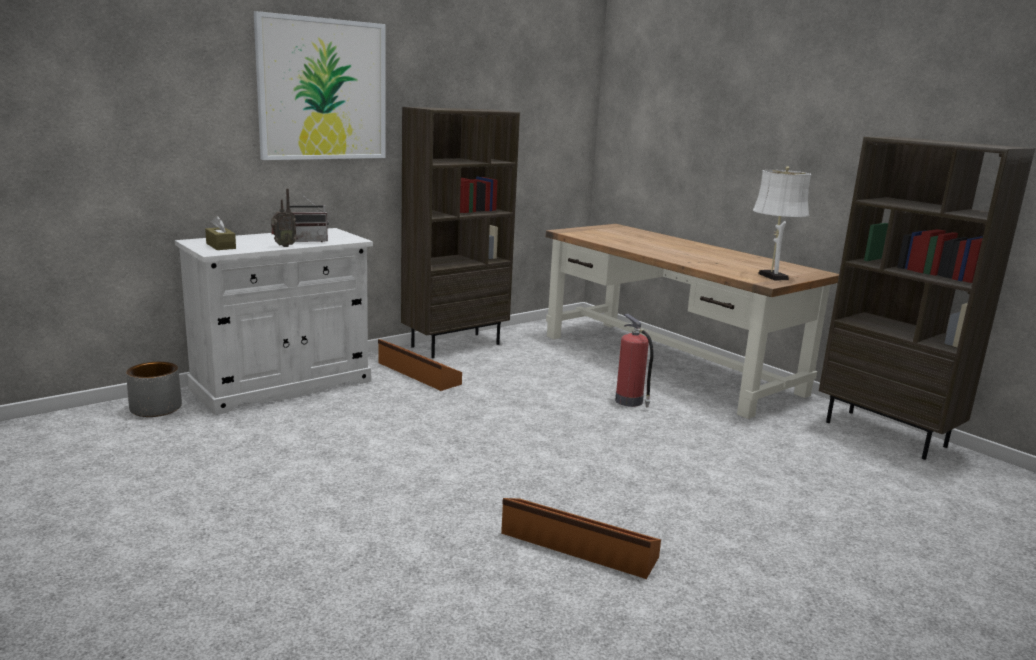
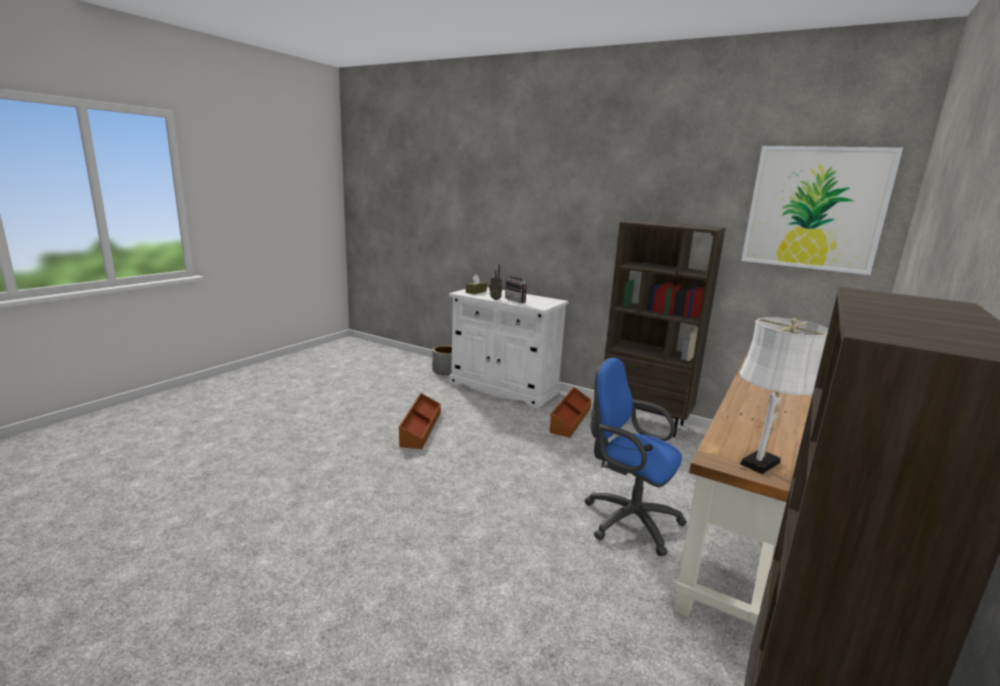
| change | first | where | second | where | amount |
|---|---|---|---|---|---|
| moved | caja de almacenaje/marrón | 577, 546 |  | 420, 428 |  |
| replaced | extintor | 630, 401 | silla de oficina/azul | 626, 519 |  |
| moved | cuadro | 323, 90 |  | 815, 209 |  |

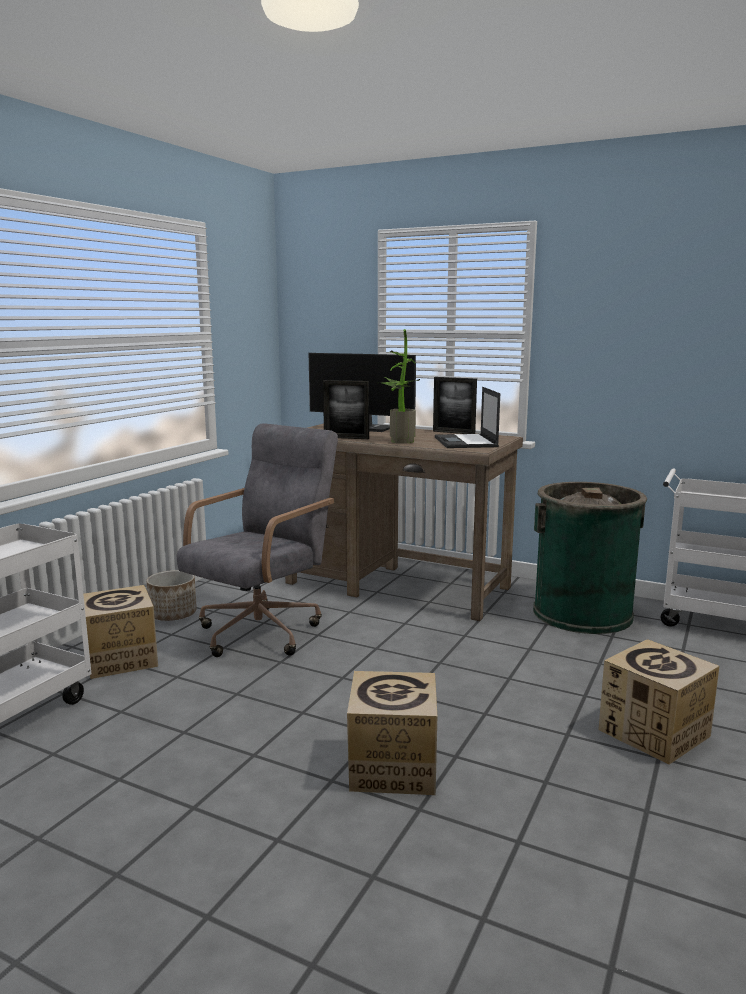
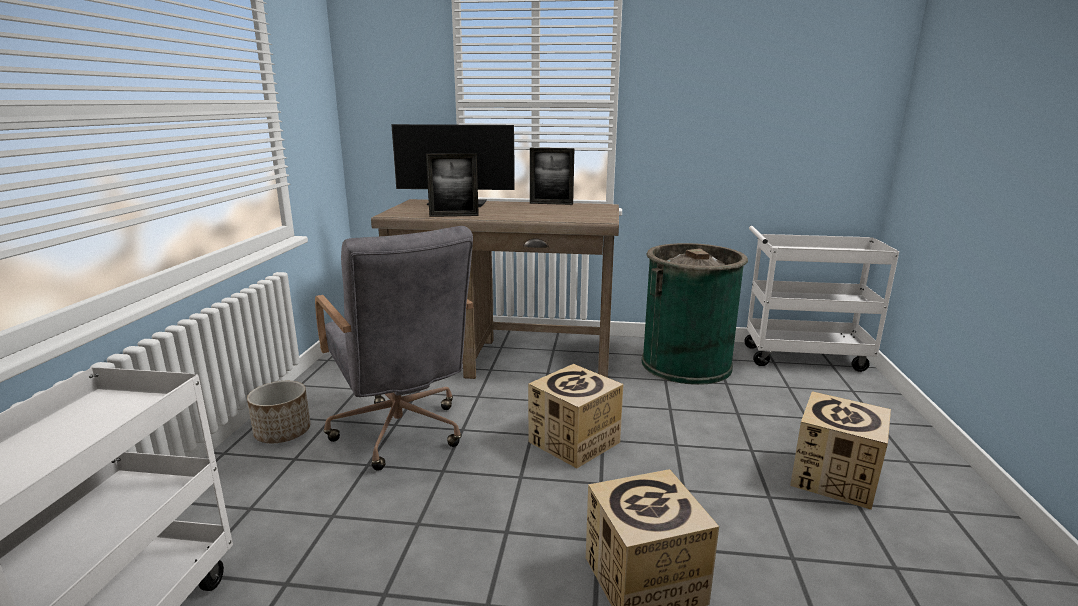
| change | first | where | second | where | amount |
|---|---|---|---|---|---|
| turned | silla de oficina/gris | 264, 632 |  | 402, 436 | 135 degrees clockwise |
| moved | caja de cartón | 120, 659 |  | 574, 442 |  |
| removed | planta en maceta | 398, 441 |  |  |  |
| removed | portátil | 466, 442 |  |  |  |

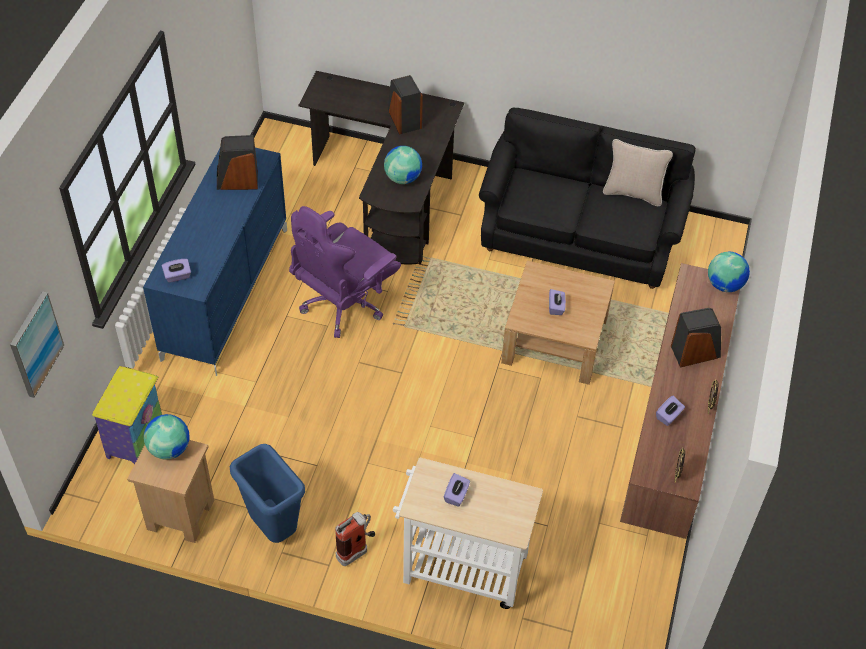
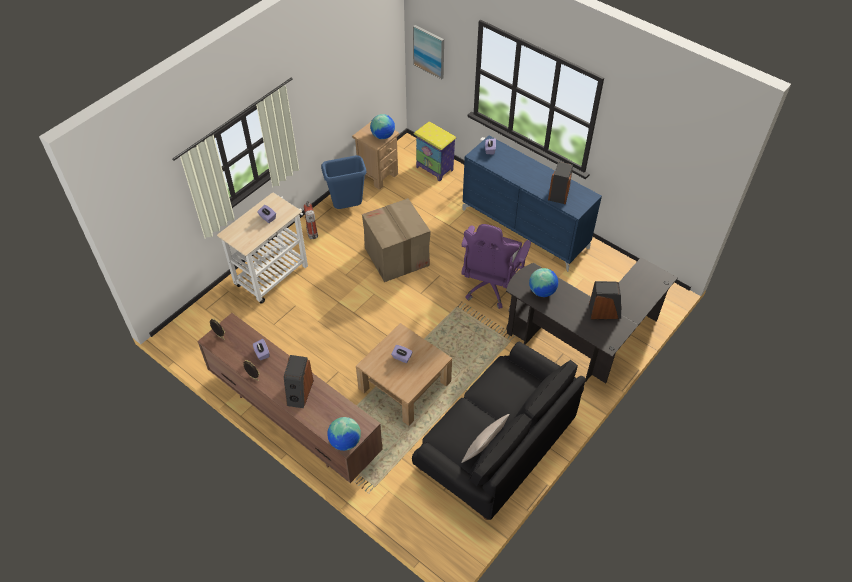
| change | first | where | second | where | amount |
|---|---|---|---|---|---|
| added |  |  | caja de cartón | 397, 257 |  |
| turned | silla de oficina/morado | 346, 302 |  | 491, 283 | 135 degrees counterclockwise |

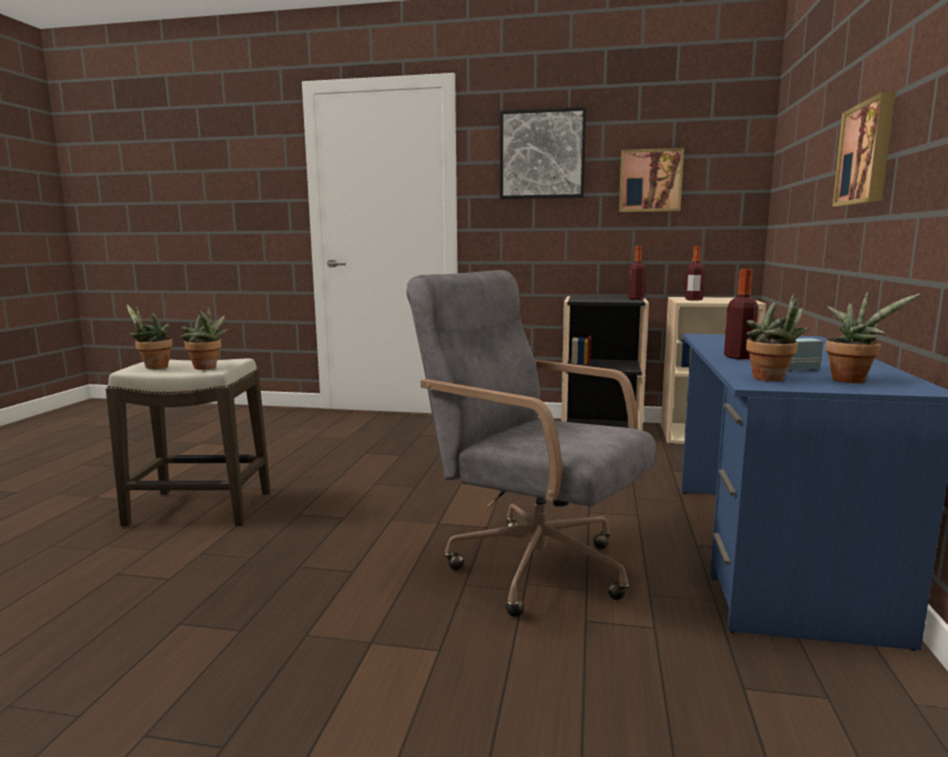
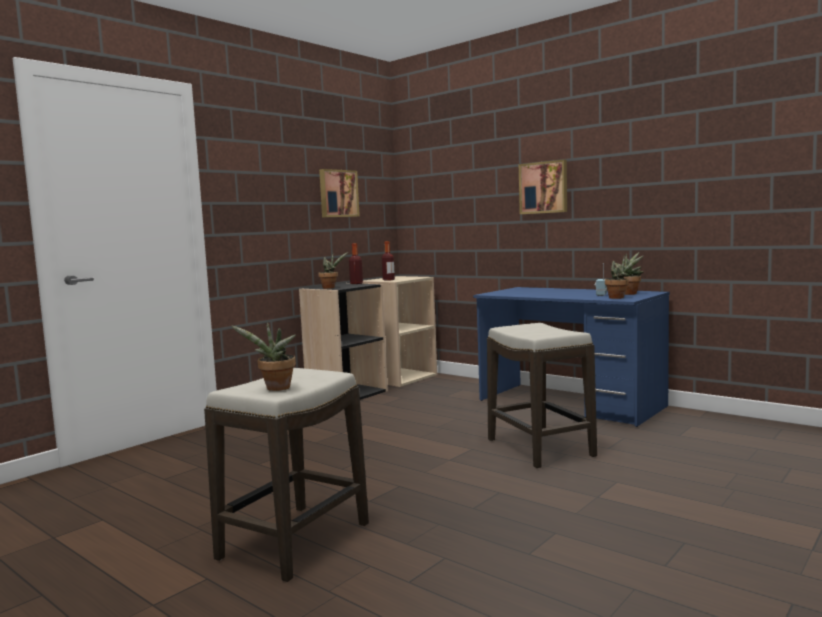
| change | first | where | second | where | amount |
|---|---|---|---|---|---|
| moved | planta en maceta | 207, 368 |  | 330, 288 |  |
| replaced | silla de oficina/gris | 530, 567 | taburete | 539, 448 |  |
| removed | cuadro | 542, 154 |  |  |  |
| removed | botella | 738, 357 |  |  |  |

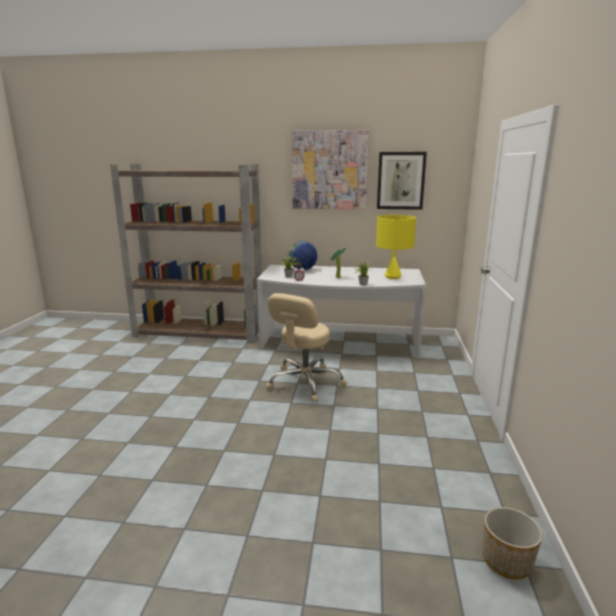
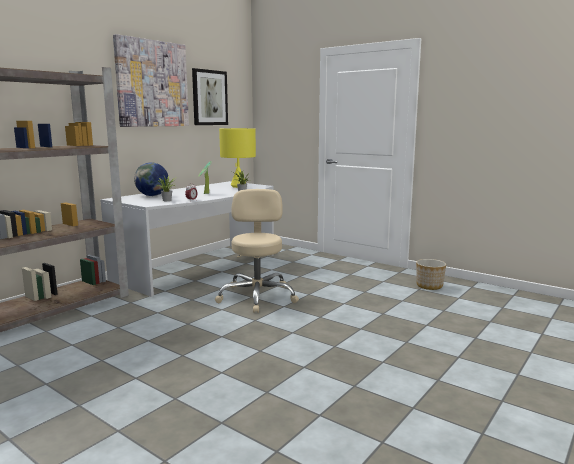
| change | first | where | second | where | amount |
|---|---|---|---|---|---|
| turned | silla de oficina/beis | 303, 384 |  | 257, 295 | 150 degrees counterclockwise |
| moved | maceta | 506, 562 |  | 429, 286 |  |

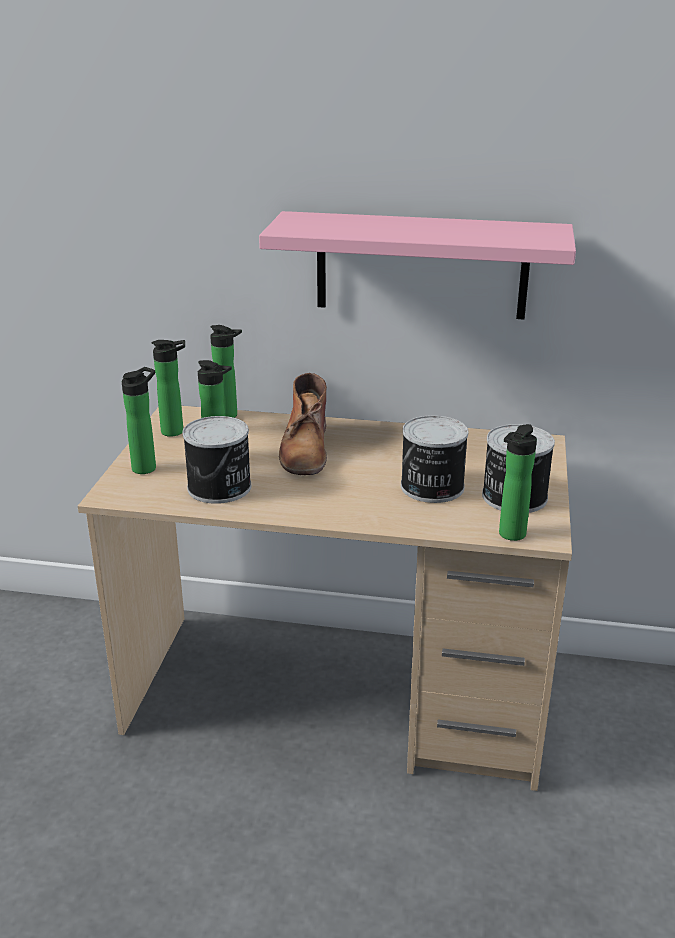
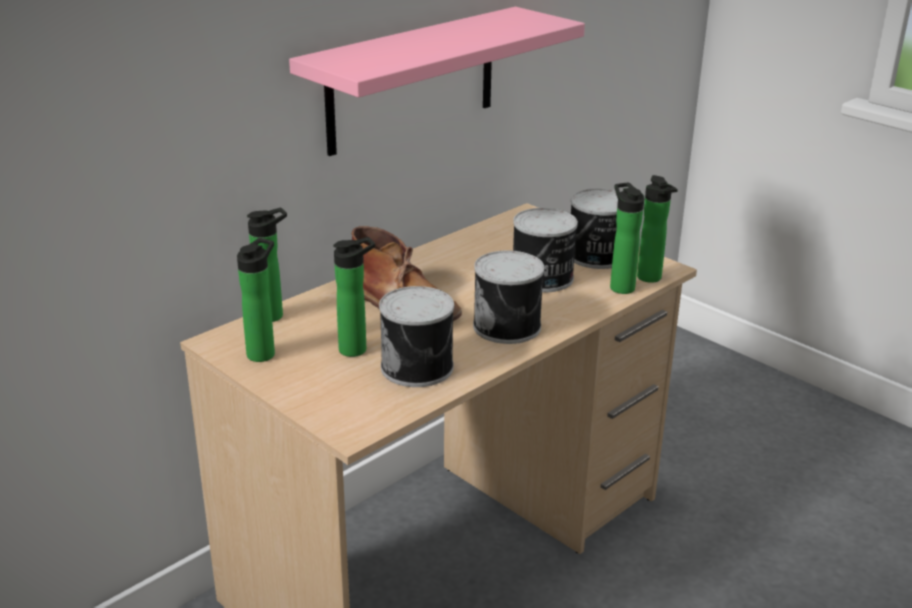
| change | first | where | second | where | amount |
|---|---|---|---|---|---|
| added |  |  | lata | 509, 326 |  |
| moved | botella | 147, 467 |  | 620, 286 |  |

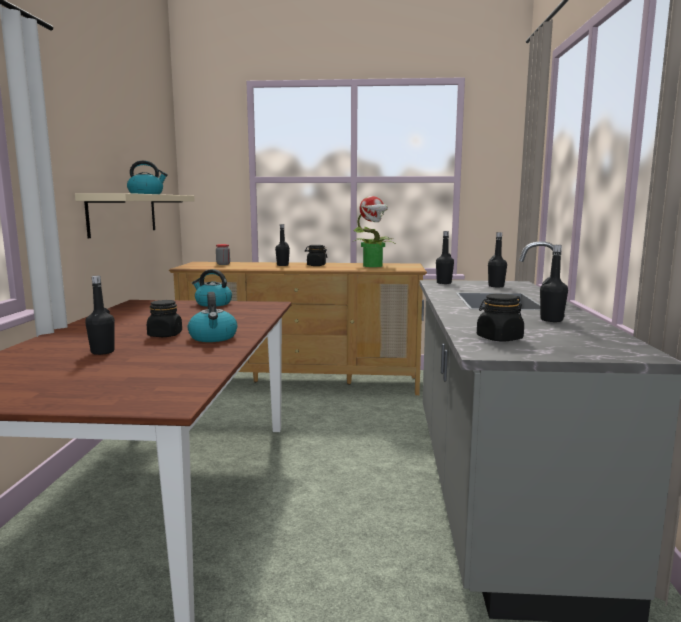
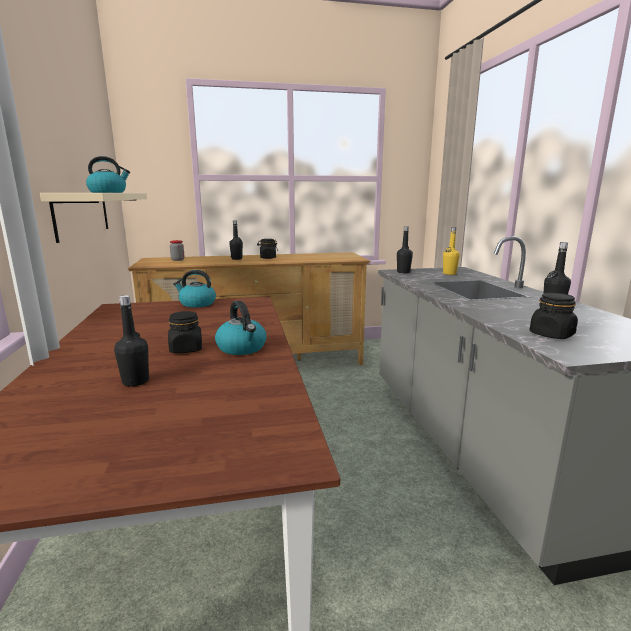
| change | first | where | second | where | amount |
|---|---|---|---|---|---|
| recoloured | botella/negro | 496, 286 | botella/amarillo | 449, 273 |  |
| removed | planta en maceta | 373, 266 |  |  |  |

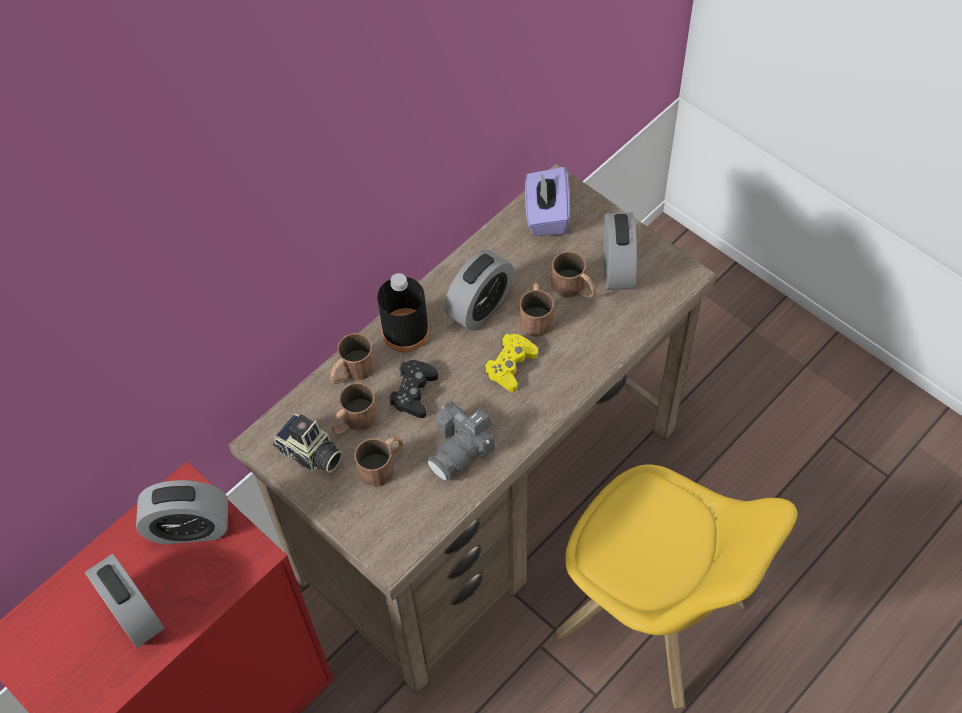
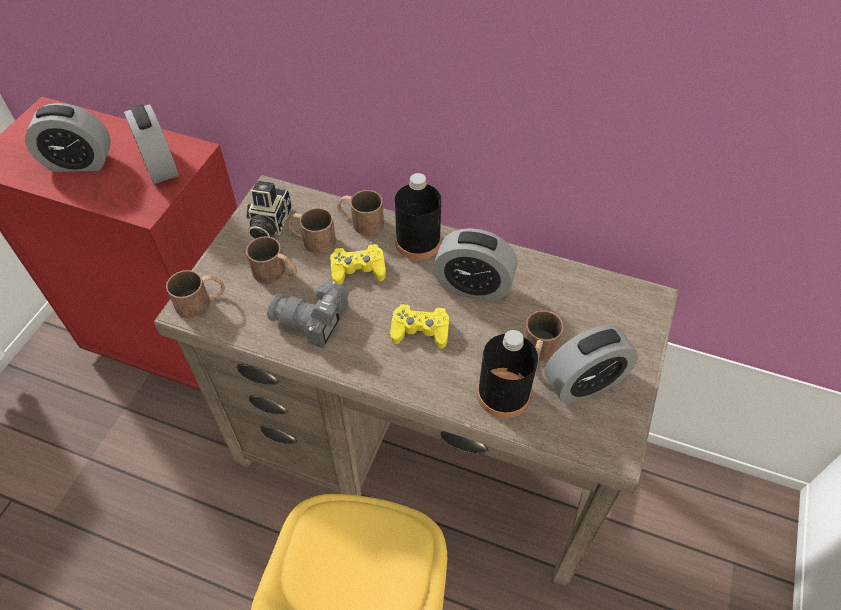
| change | first | where | second | where | amount |
|---|---|---|---|---|---|
| turned | despertador | 133, 613 |  | 79, 162 | 60 degrees clockwise |
| moved | taza grande/marrón | 536, 315 |  | 202, 302 |  |
| recoloured | mando de consola/negro | 414, 392 | mando de consola/amarillo | 358, 269 |  |
| added |  |  | botella/negro | 503, 394 |  |
| removed | caja de pañuelos/morado | 546, 215 |  |  |  |

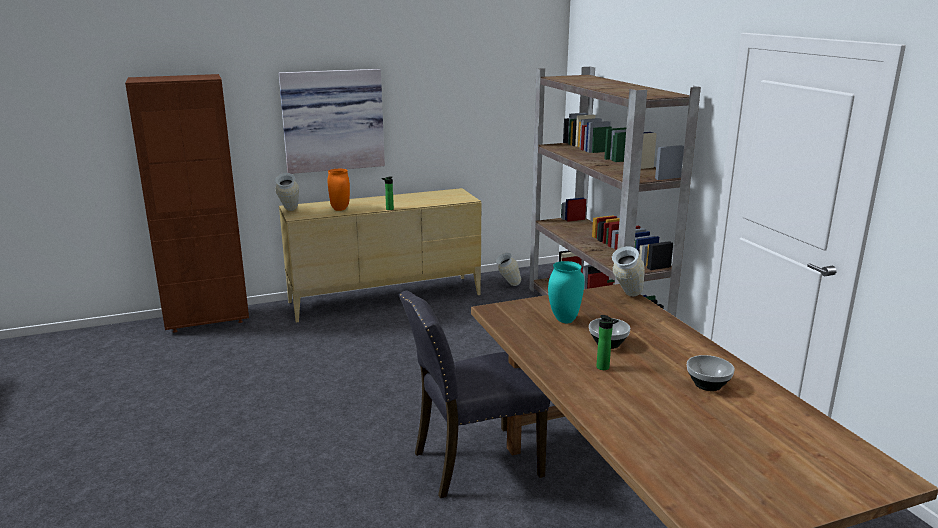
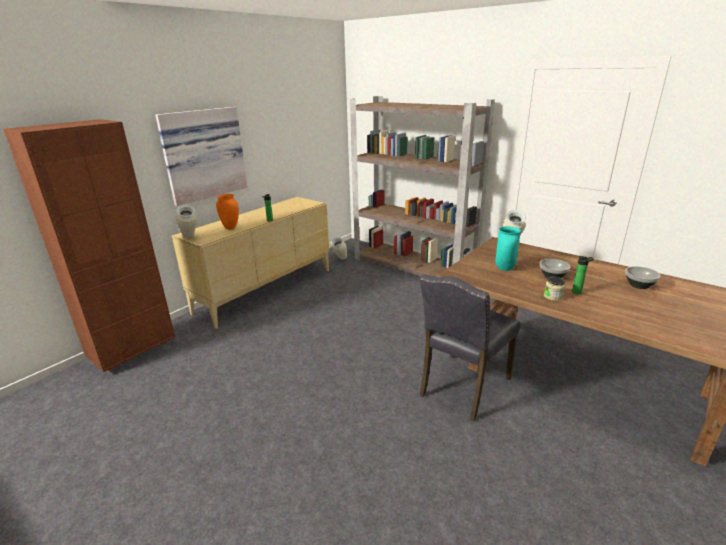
| change | first | where | second | where | amount |
|---|---|---|---|---|---|
| added |  |  | tarro | 553, 296 |  |

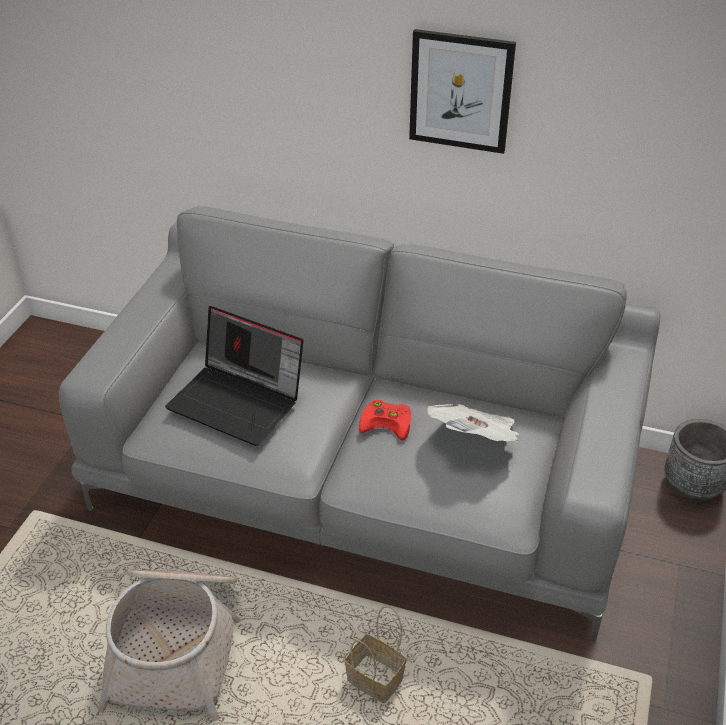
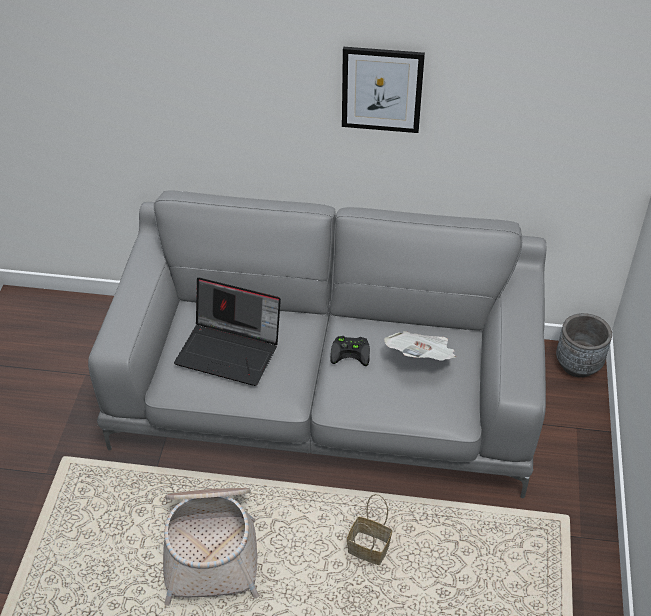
| change | first | where | second | where | amount |
|---|---|---|---|---|---|
| recoloured | mando de consola/rojo | 388, 421 | mando de consola/negro | 351, 352 |  |

